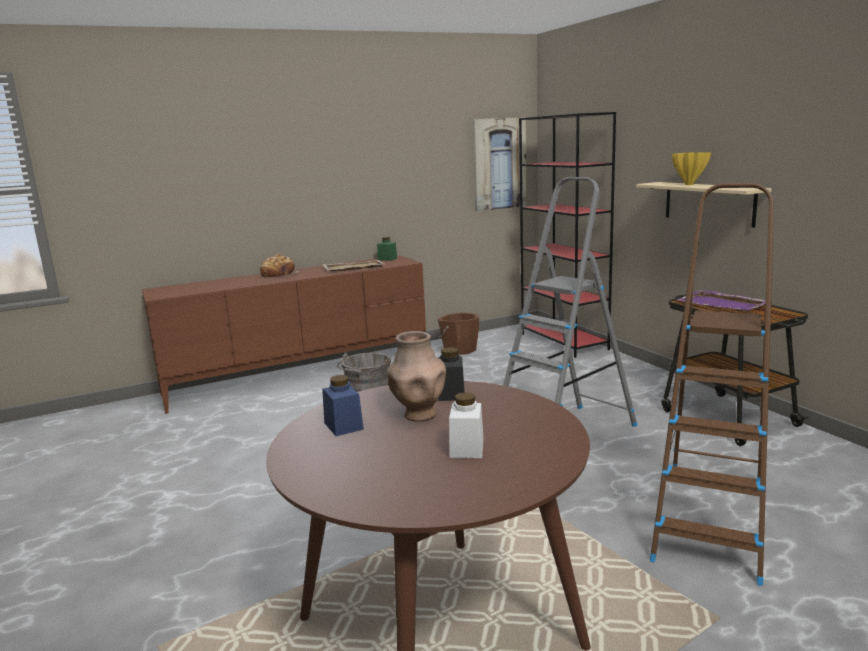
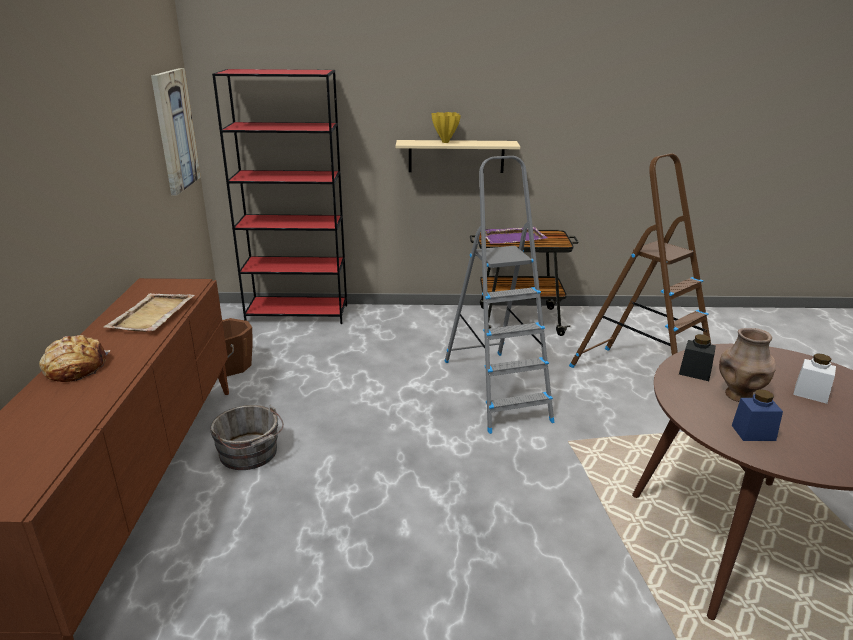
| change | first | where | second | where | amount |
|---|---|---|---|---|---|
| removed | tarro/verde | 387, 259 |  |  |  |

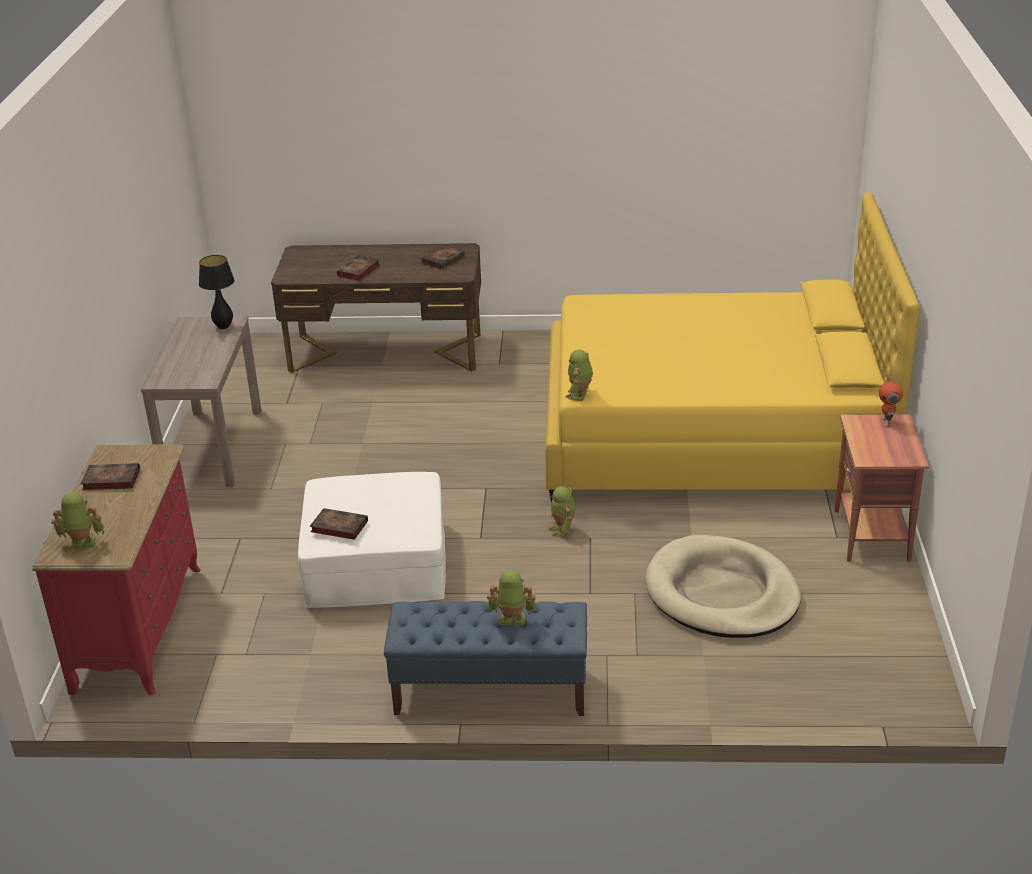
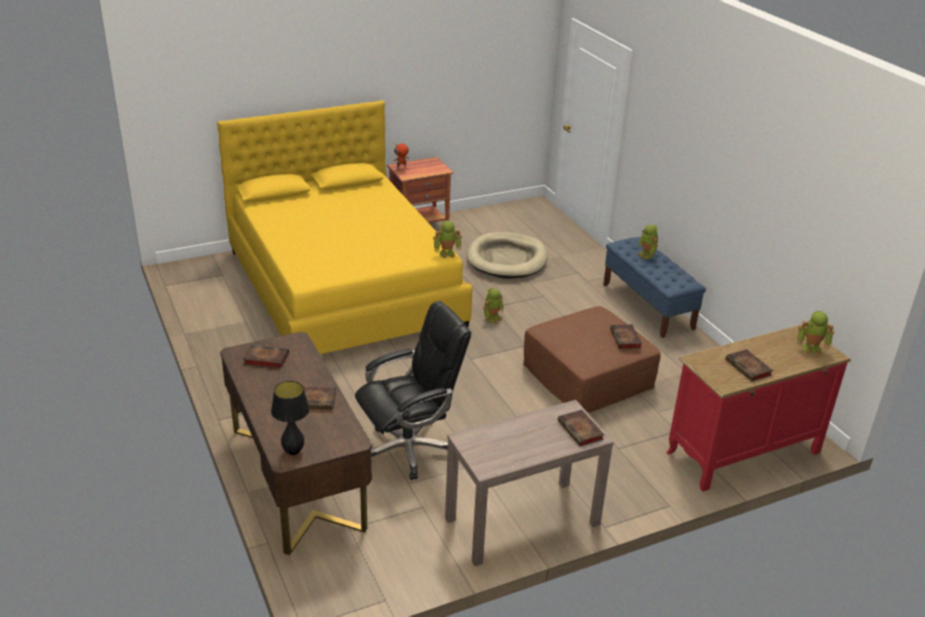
| change | first | where | second | where | amount |
|---|---|---|---|---|---|
| moved | lámpara de mesa/negro | 223, 326 |  | 293, 452 |  |
| added |  |  | silla de oficina/negro | 409, 449 |  |
| recoloured | puf/blanco | 377, 563 | puf/marrón | 587, 376 |  |
| added |  |  | libro | 581, 431 |  |
| turned | robot de juguete | 82, 544 |  | 811, 348 | 45 degrees counterclockwise |

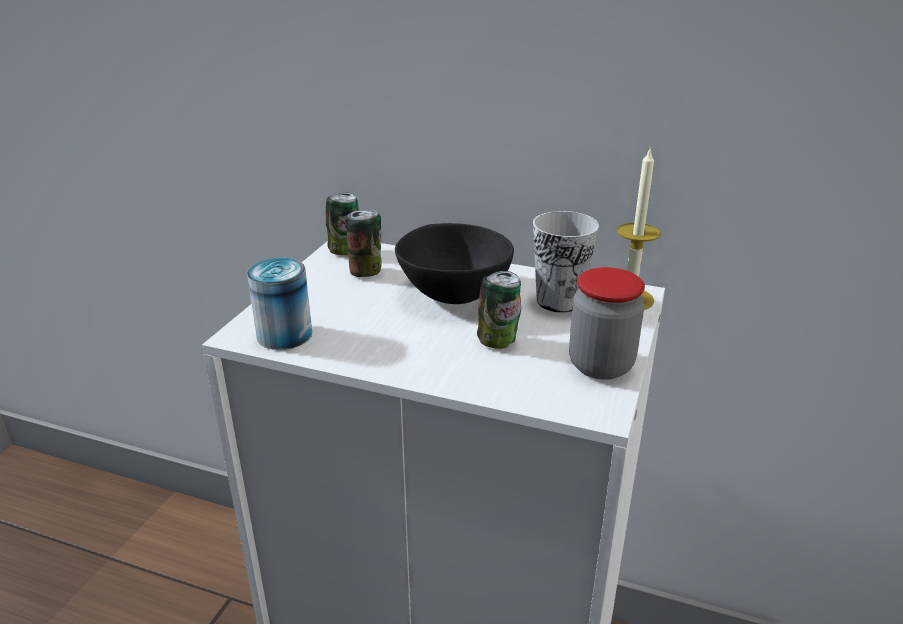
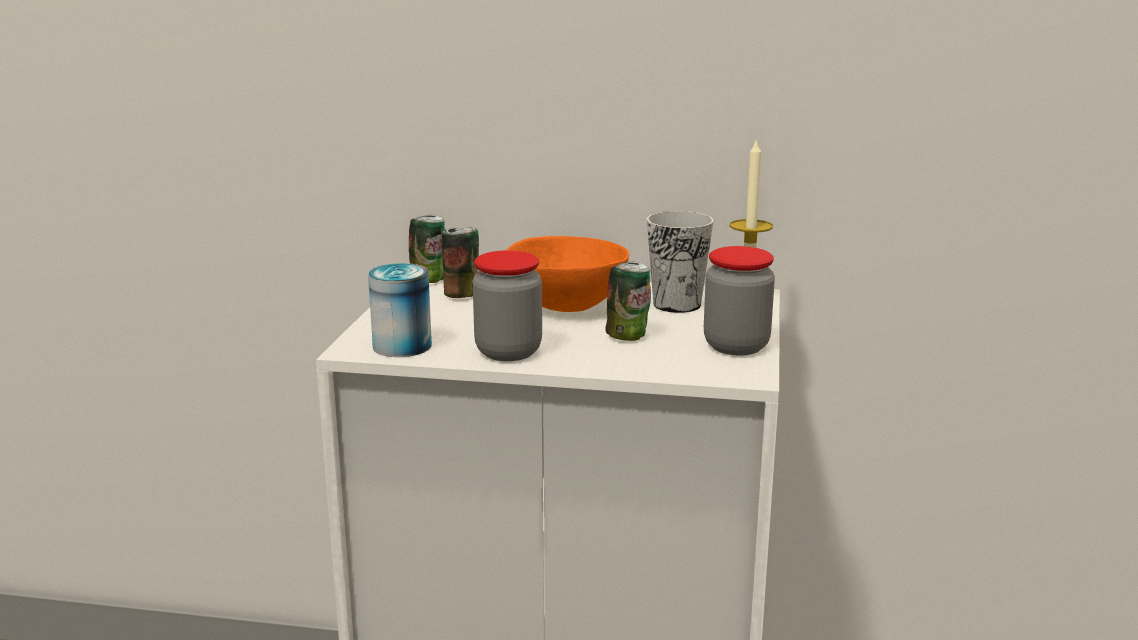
| change | first | where | second | where | amount |
|---|---|---|---|---|---|
| added |  |  | tarro | 508, 352 |  |
| recoloured | cuenco/negro | 454, 295 | cuenco/naranja | 566, 307 |  |

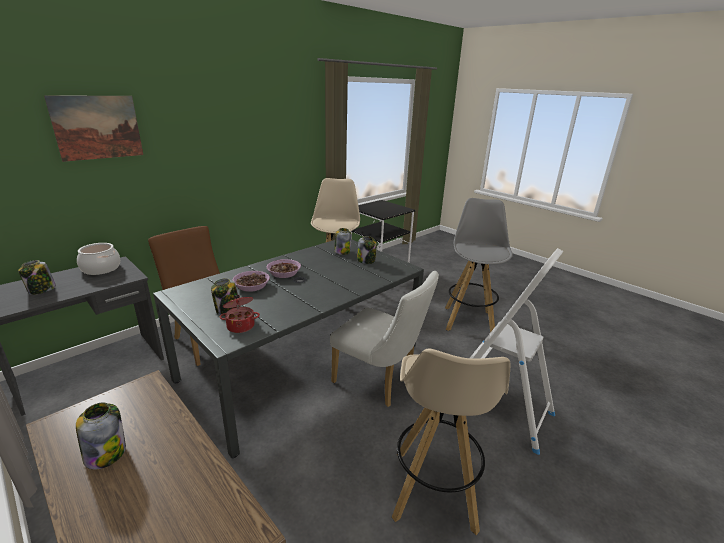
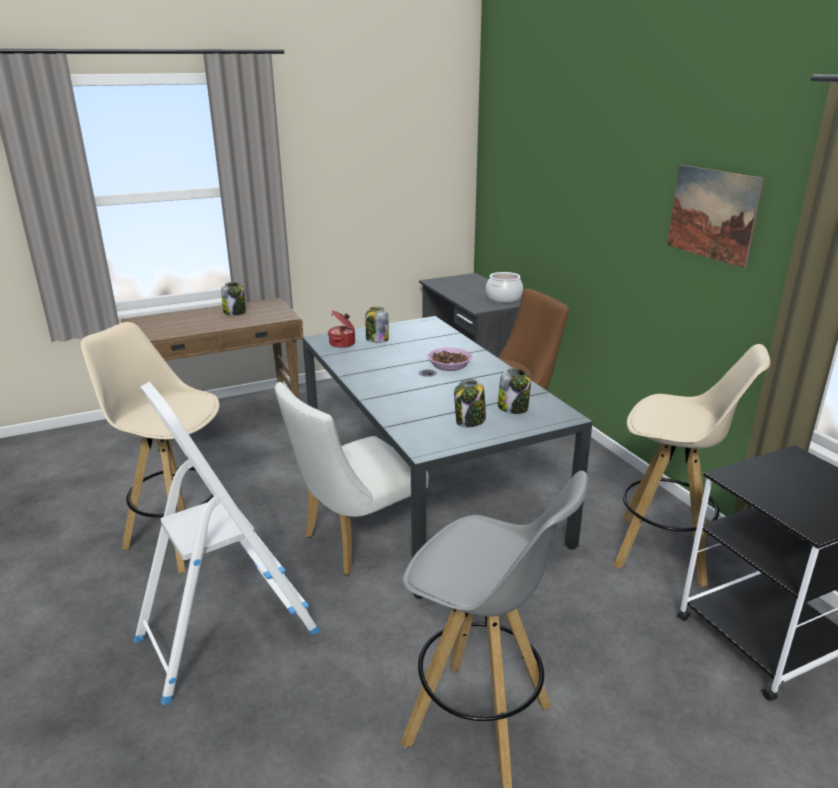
| change | first | where | second | where | amount |
|---|---|---|---|---|---|
| moved | cuadro | 97, 127 |  | 712, 214 |  |
| removed | tarro | 41, 290 |  |  |  |
| removed | cuenco | 251, 286 |  |  |  |

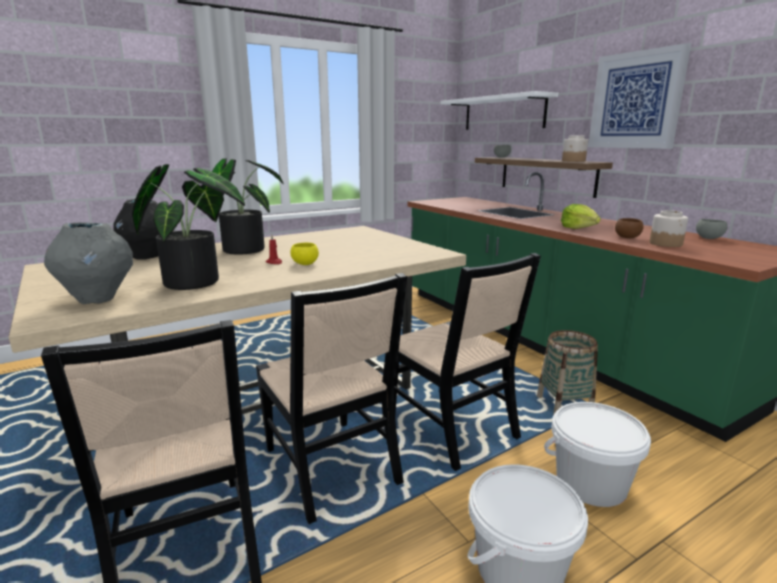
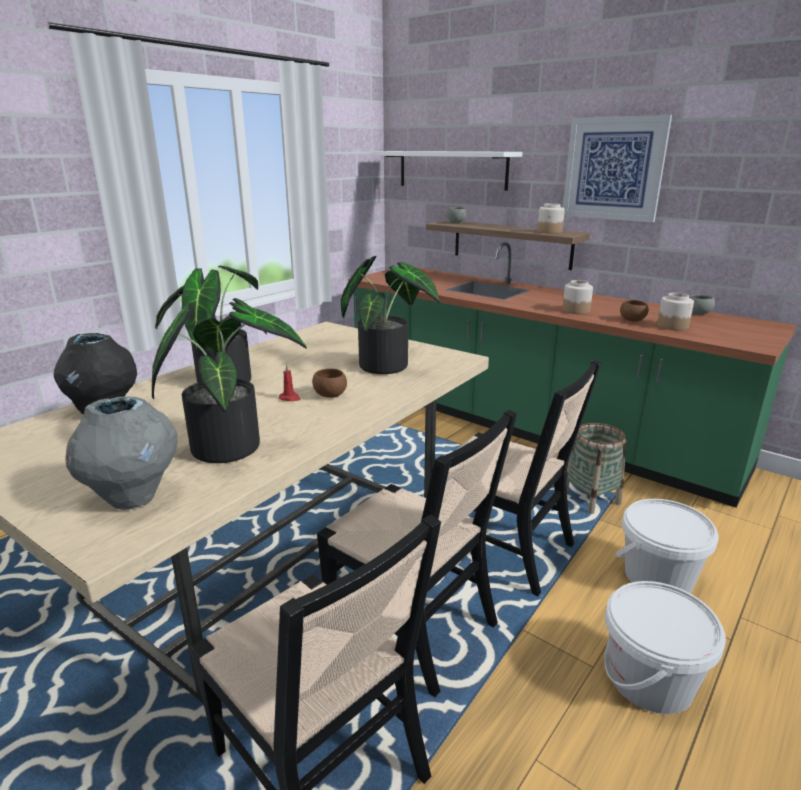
| change | first | where | second | where | amount |
|---|---|---|---|---|---|
| recoloured | cuenco/amarillo | 305, 264 | cuenco/marrón | 330, 395 |  |
| added |  |  | planta en maceta | 389, 365 |  |
| replaced | lechuga | 578, 228 | tarro | 575, 310 |  |

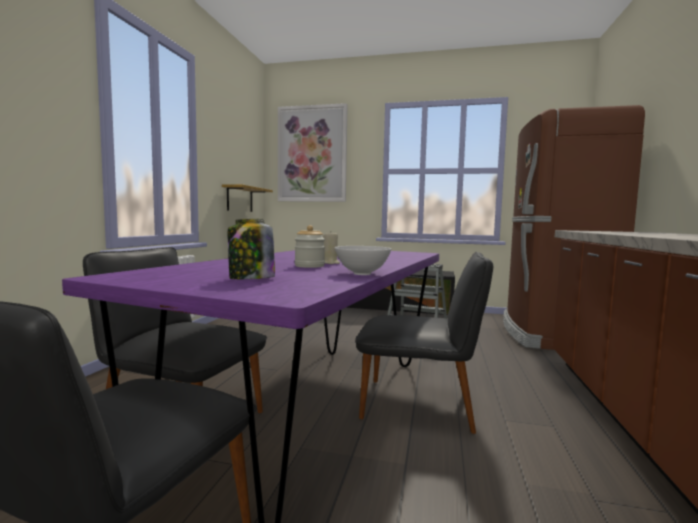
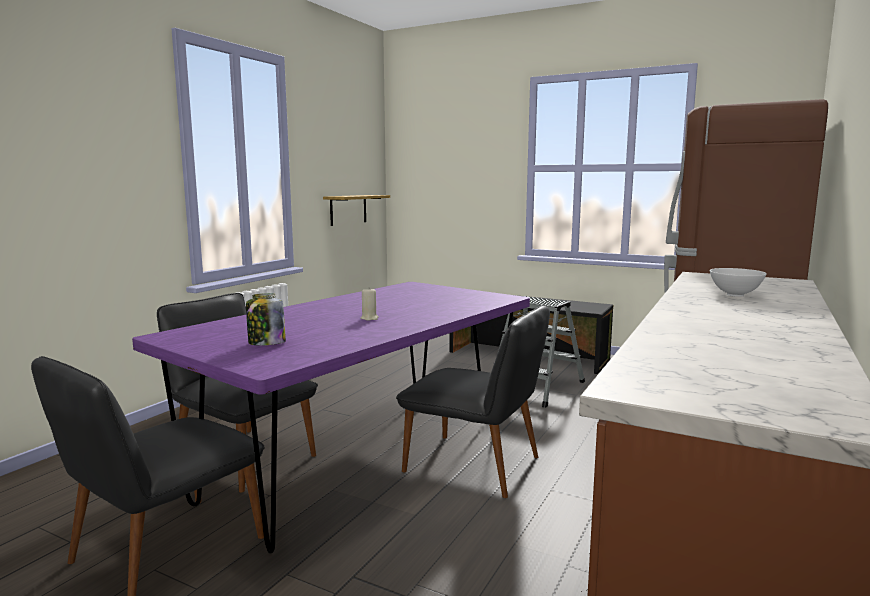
| change | first | where | second | where | amount |
|---|---|---|---|---|---|
| moved | cuenco/blanco | 361, 274 |  | 734, 295 |  |
| removed | cuadro | 312, 154 |  |  |  |
| removed | tarro | 309, 266 |  |  |  |

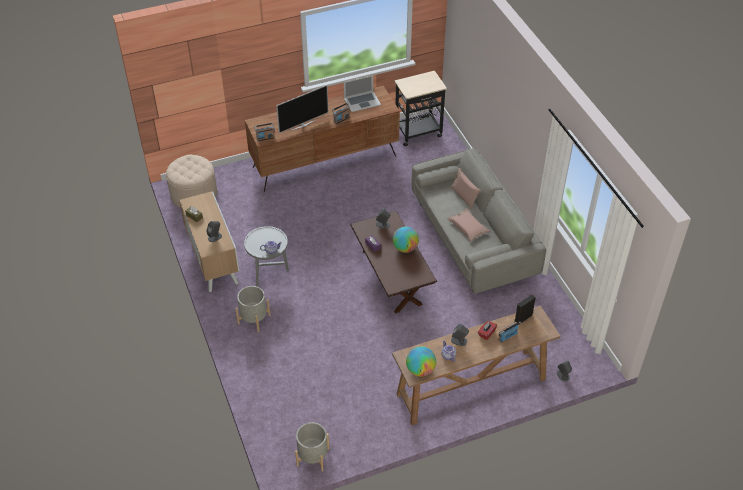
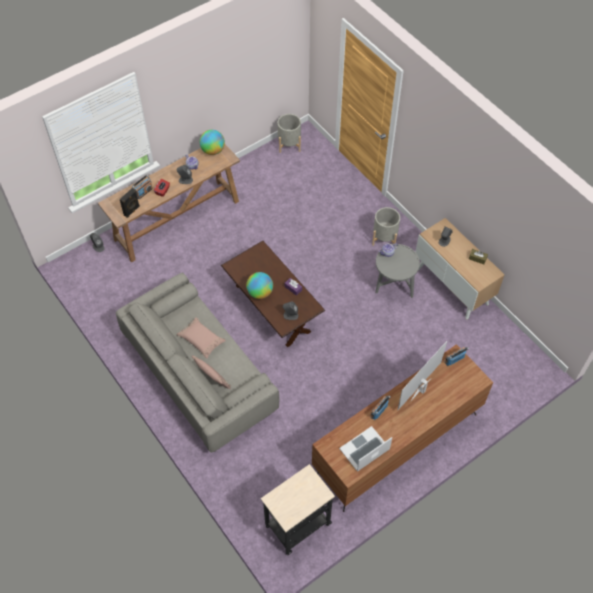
| change | first | where | second | where | amount |
|---|---|---|---|---|---|
| removed | puf/beis | 194, 194 |  |  |  |

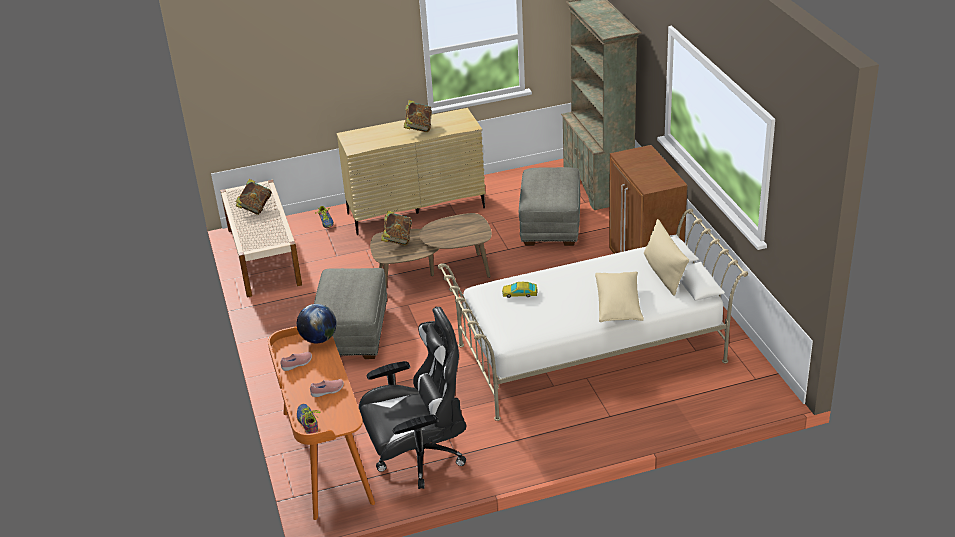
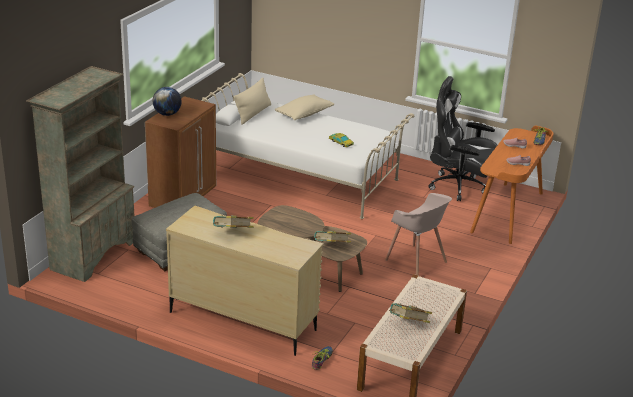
| change | first | where | second | where | amount |
|---|---|---|---|---|---|
| moved | globo terráqueo | 319, 339 |  | 167, 114 |  |
| replaced | puf/gris | 352, 333 | silla/beis | 416, 262 |  |

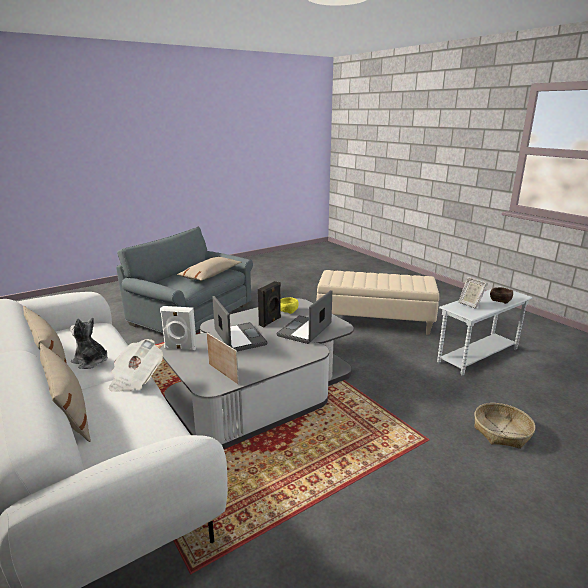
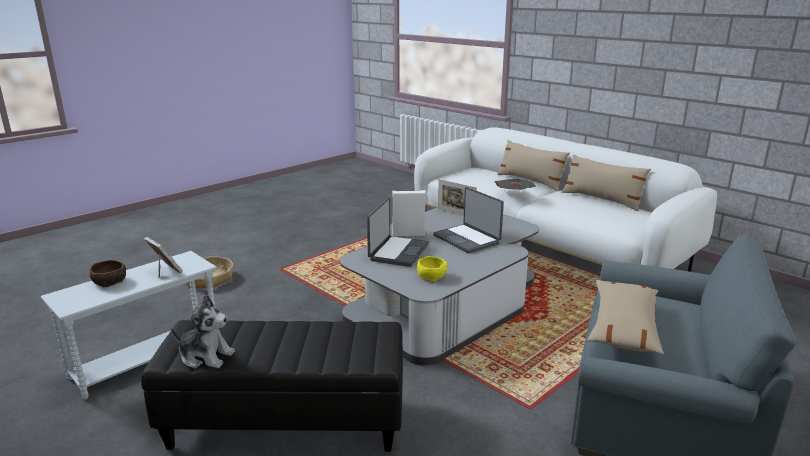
| change | first | where | second | where | amount |
|---|---|---|---|---|---|
| recoloured | puf/beis | 374, 322 | puf/negro | 286, 425 |  |
| moved | peluche | 91, 361 |  | 206, 356 |  |
| moved | altavoz/blanco | 180, 348 |  | 408, 234 |  |
| removed | altavoz/negro | 270, 321 |  |  |  |

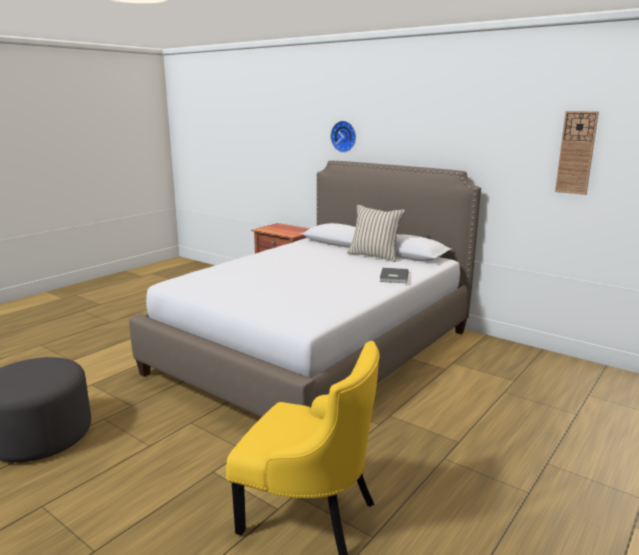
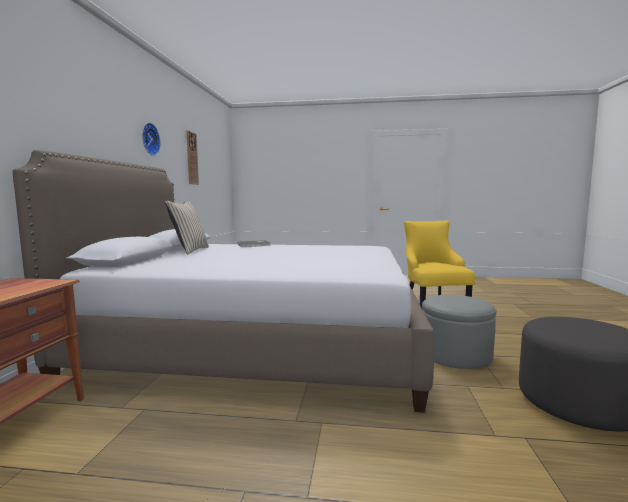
| change | first | where | second | where | amount |
|---|---|---|---|---|---|
| moved | reloj de pared | 344, 136 |  | 149, 139 |  |
| added |  |  | puf/gris | 455, 354 |  |

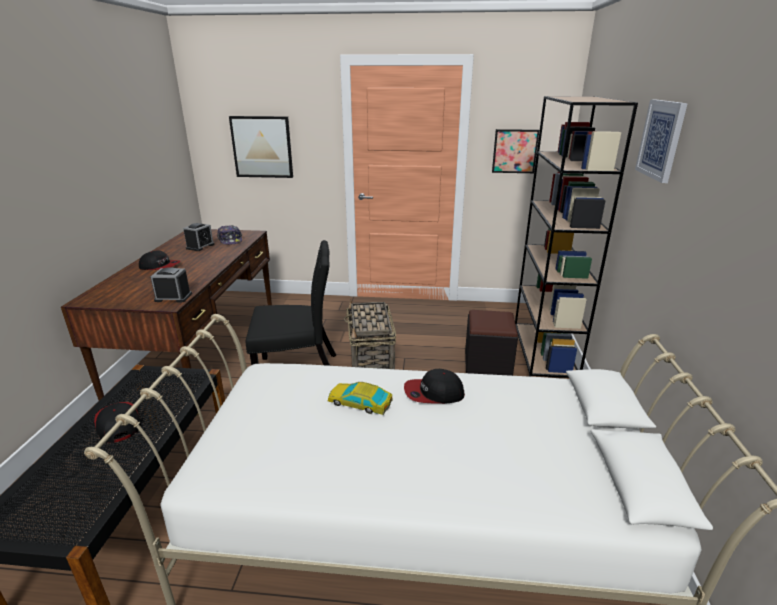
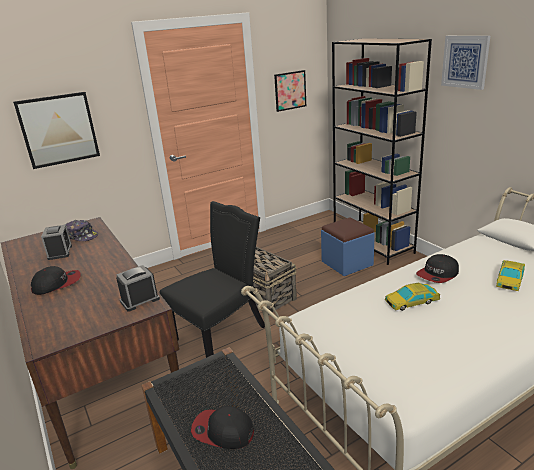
| change | first | where | second | where | amount |
|---|---|---|---|---|---|
| recoloured | puf/negro | 487, 363 | puf/azul | 347, 263 |  |
| added |  |  | coche de juguete | 510, 279 |  |

